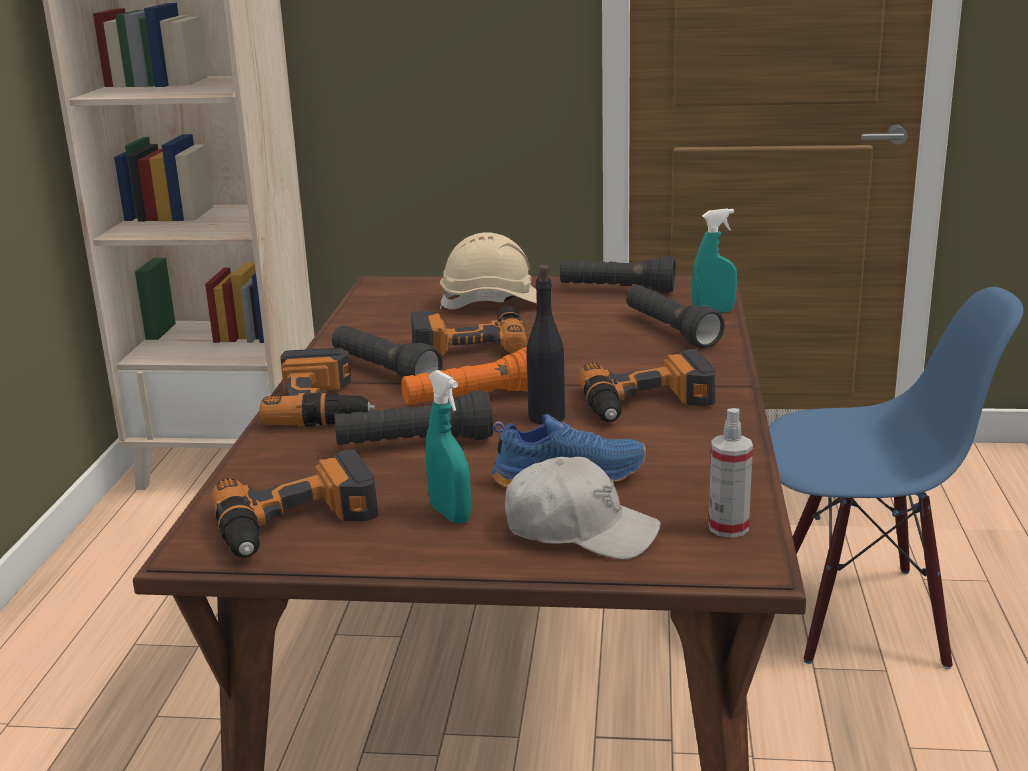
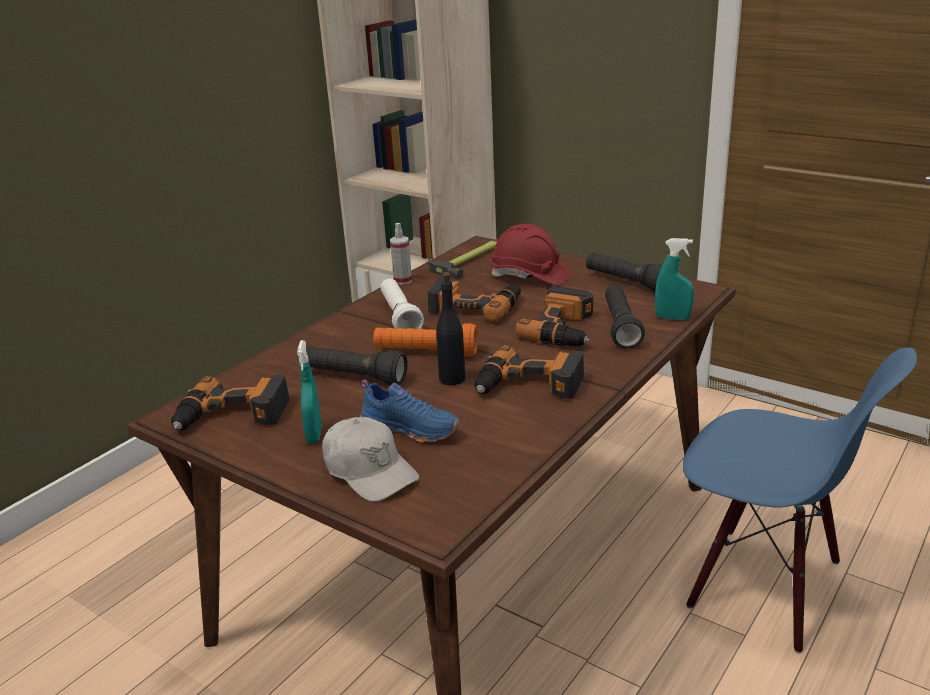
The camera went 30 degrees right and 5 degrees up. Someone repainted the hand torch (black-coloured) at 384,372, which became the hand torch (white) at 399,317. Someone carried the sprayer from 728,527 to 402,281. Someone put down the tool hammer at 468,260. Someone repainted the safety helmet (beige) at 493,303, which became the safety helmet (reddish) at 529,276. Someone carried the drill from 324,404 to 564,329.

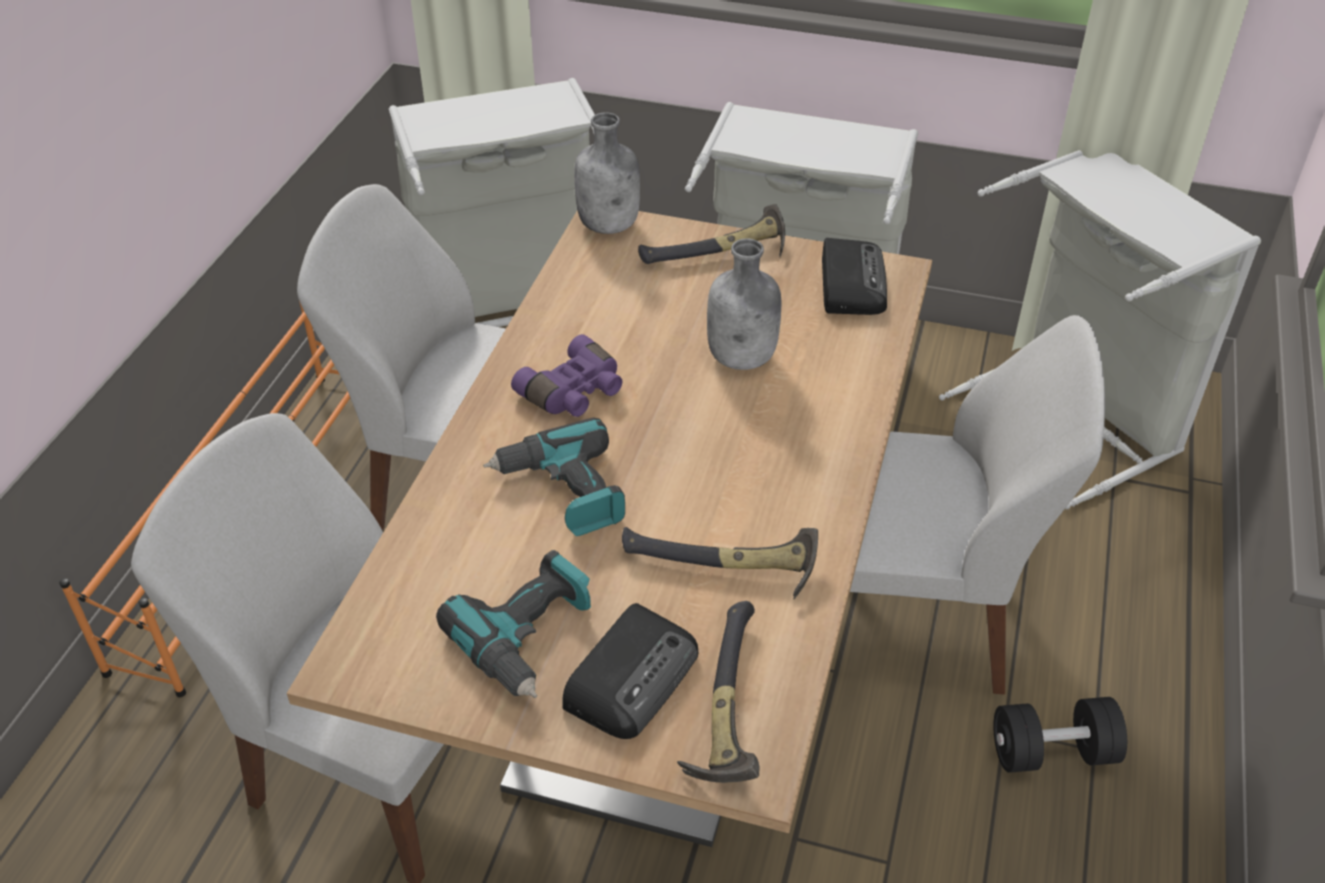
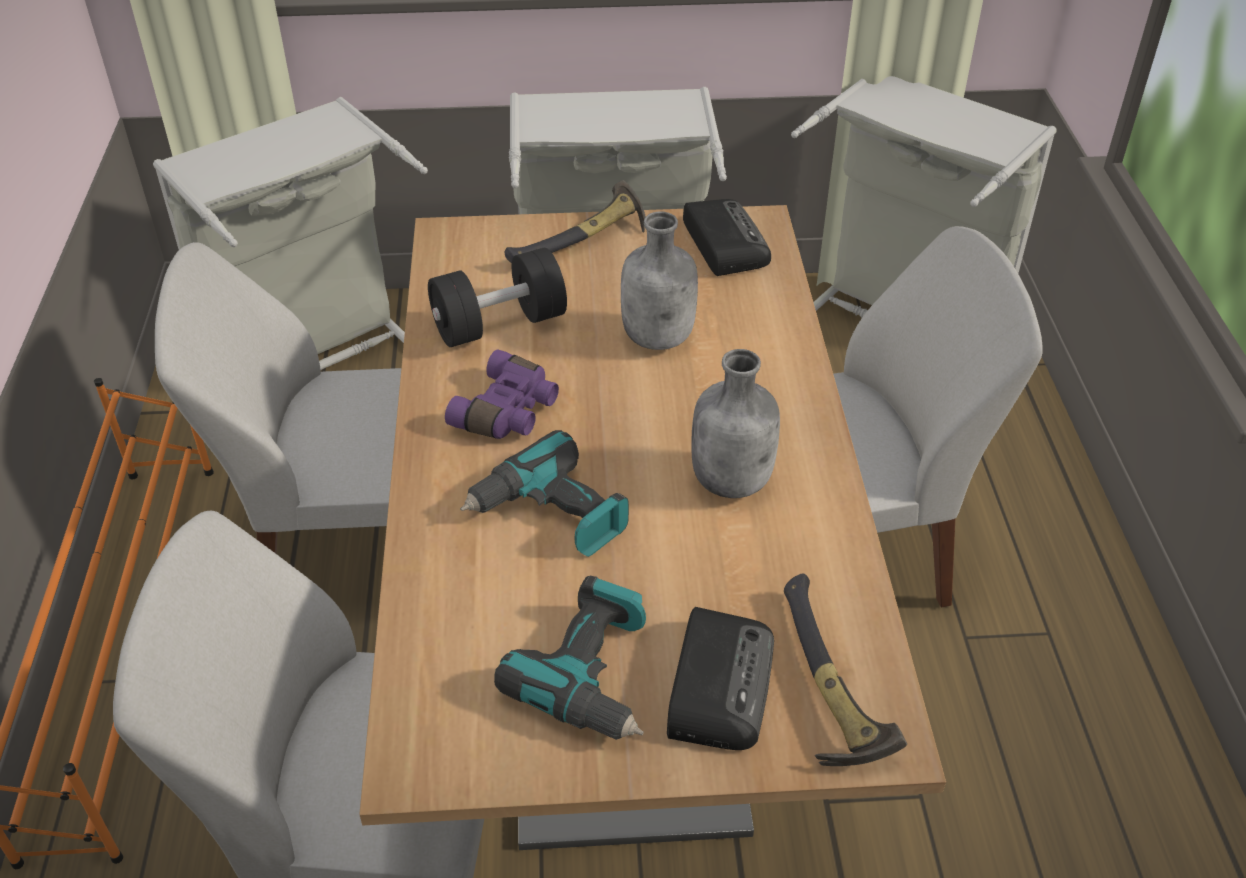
The camera went 20 degrees left and 0 degrees up. Someone carried the free weight (black-coloured) from 1052,752 to 499,324. Someone carried the bottle (gray) from 610,225 to 733,480. Someone took away the tool hammer at 724,570.

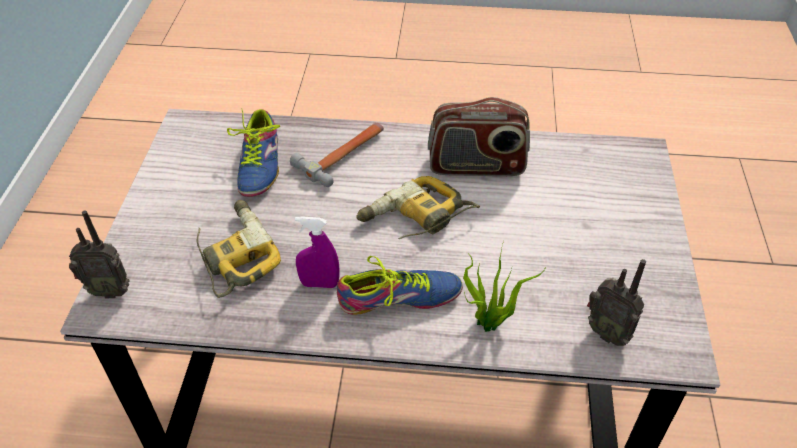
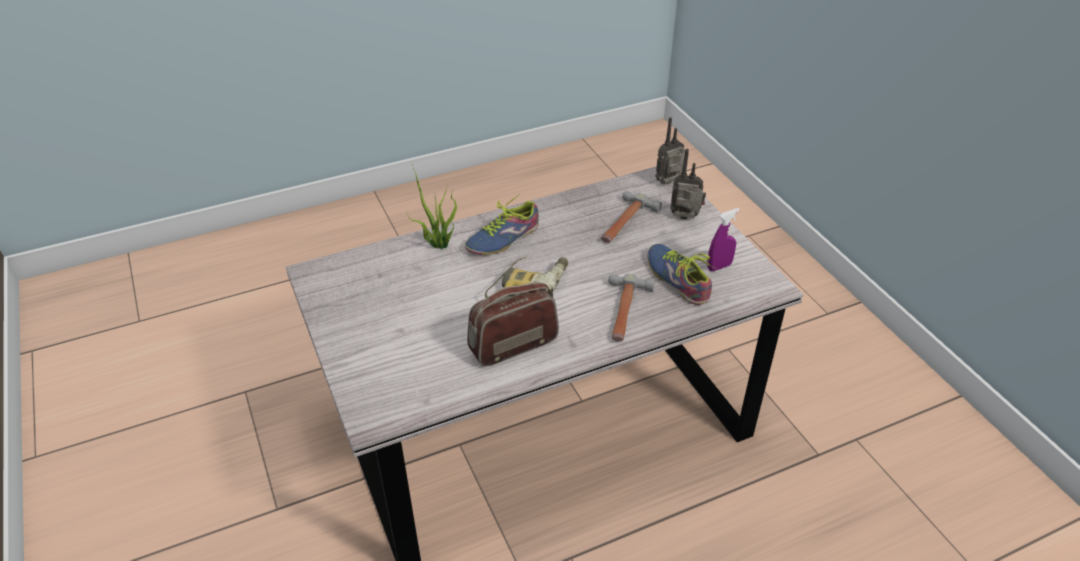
The camera went 150 degrees right and 5 degrees down. Someone swapped the drill at 235,254 for the tool hammer at 625,223. Someone carried the radio set from 607,332 to 685,219. Someone carried the sprayer (purple) from 319,284 to 719,266.

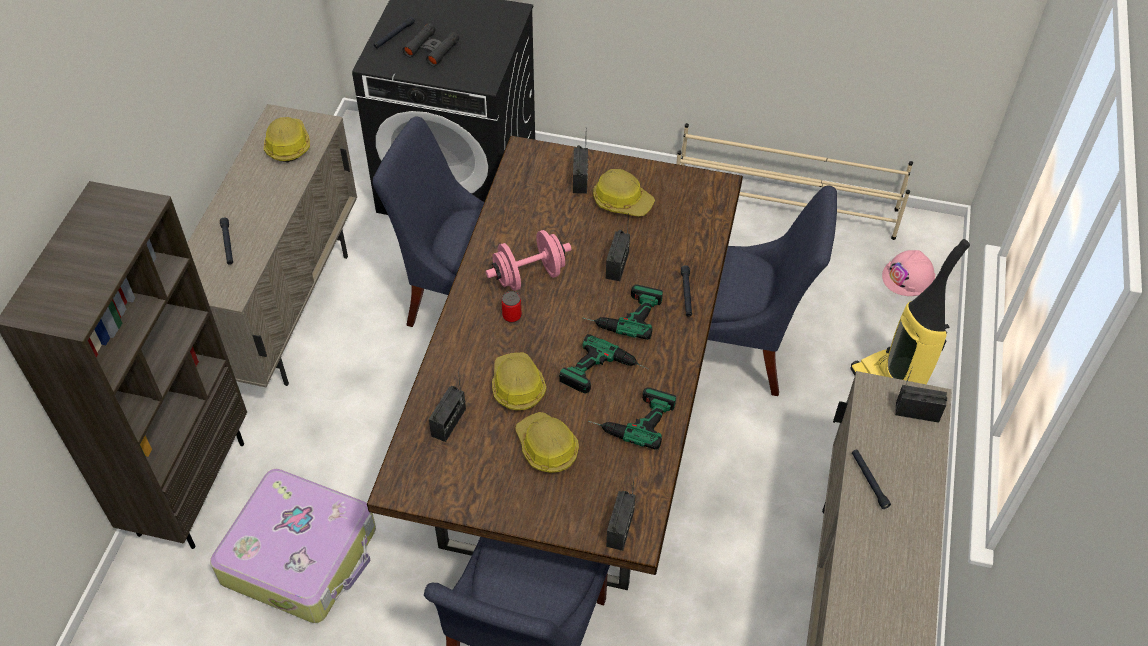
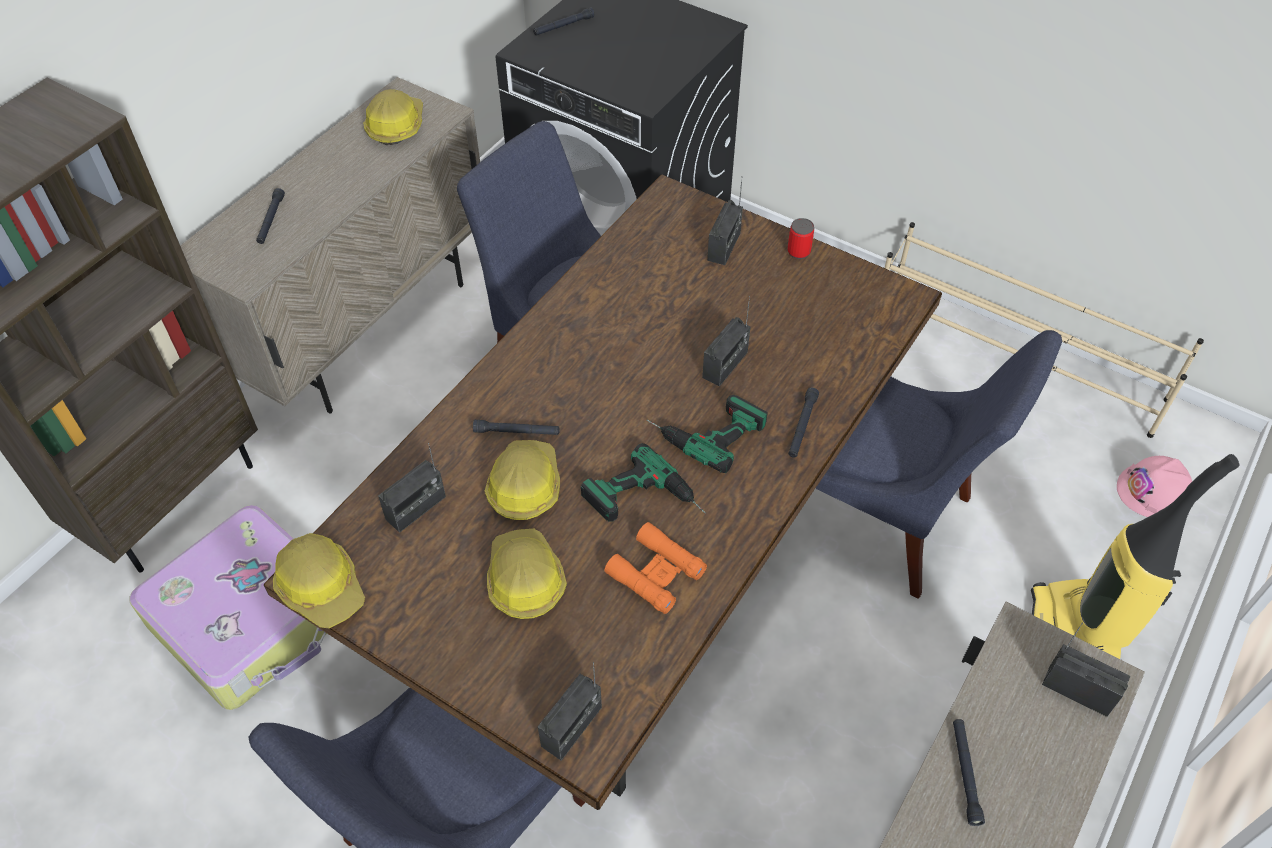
The camera went 20 degrees right and 0 degrees up. Someone carried the safety helmet from 622,201 to 322,587. Someone put down the hand torch (black-coloured) at 517,432. Someone swapped the drill at 631,417 for the field glasses (orange-coloured) at 656,573. Someone carried the can from 512,316 to 798,252. Someone took away the field glasses (black-coloured) at 431,49. Someone took away the free weight (pink-coloured) at 529,276.

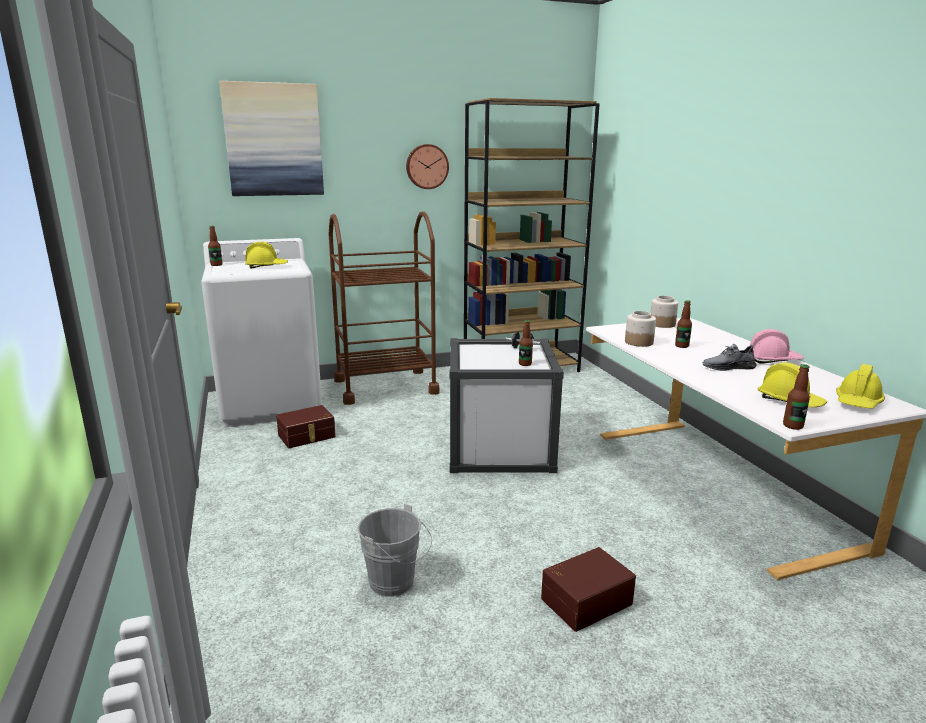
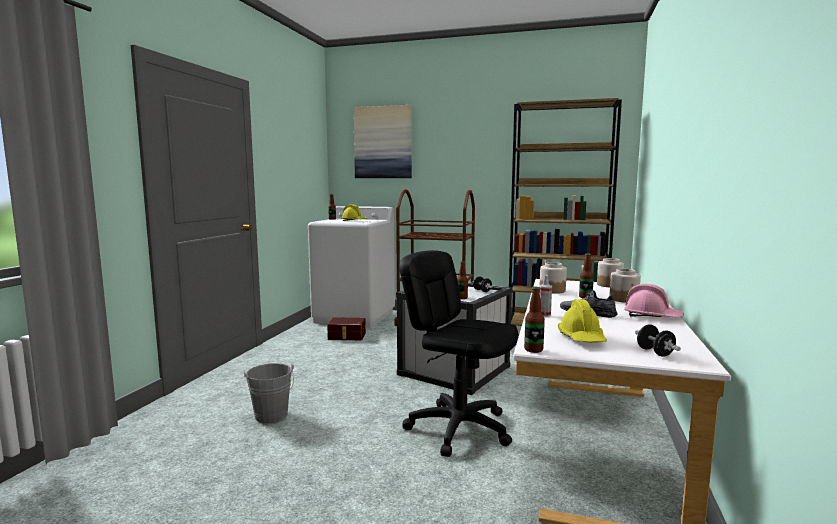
The camera went 35 degrees right and 10 degrees down. Someone put down the computer chair (black-coloured) at 459,428. Someone put down the sprayer at 544,314. Someone put down the preserve jar at 624,299. Someone swapped the safety helmet (yellow) at 858,402 for the free weight (black-coloured) at 655,352. Someone took away the hanging clock at 427,166. Someone took away the storage bin (brownish) at 585,600.

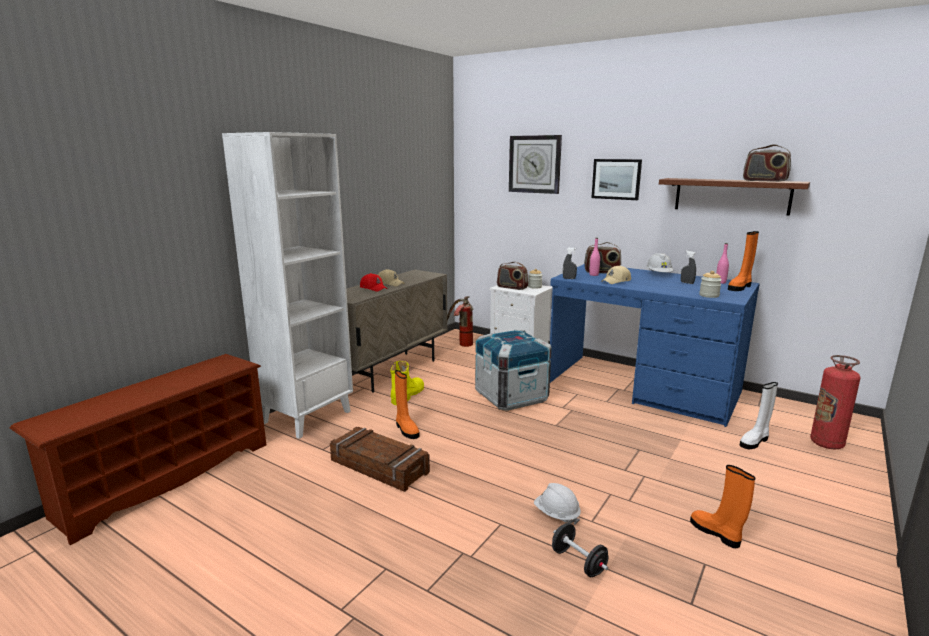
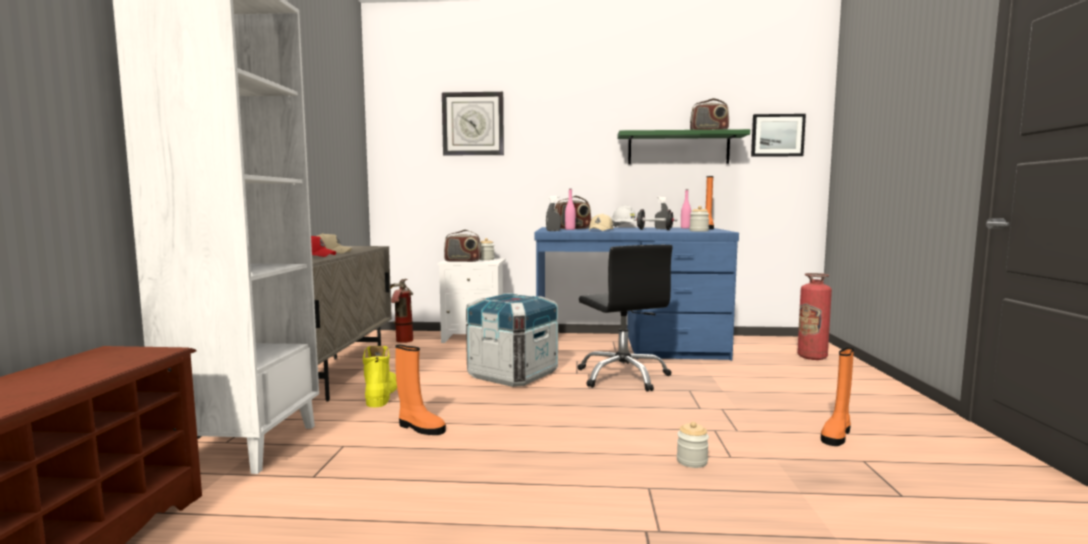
The camera went 30 degrees left and 10 degrees down. Someone put down the computer chair (black-coloured) at 623,376. Someone repainted the wall shelf (brownish) at 731,196, which became the wall shelf (green-coloured) at 678,148. Someone carried the free weight (black-coloured) from 578,562 to 654,230. Someone swapped the safety helmet (white) at 556,514 for the preserve jar at 692,461. Someone carried the picture from 616,179 to 777,135. Someone rotated the high-top boot (orange-coloured) at 716,533 by 75 degrees counterclockwise. Someone took away the crate at 380,466. Someone took away the high-top boot (white) at 754,441.

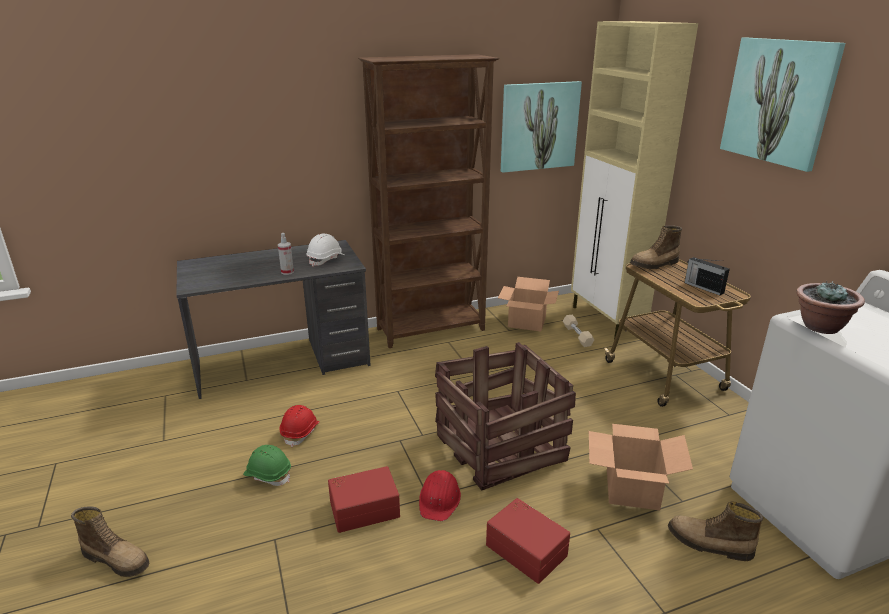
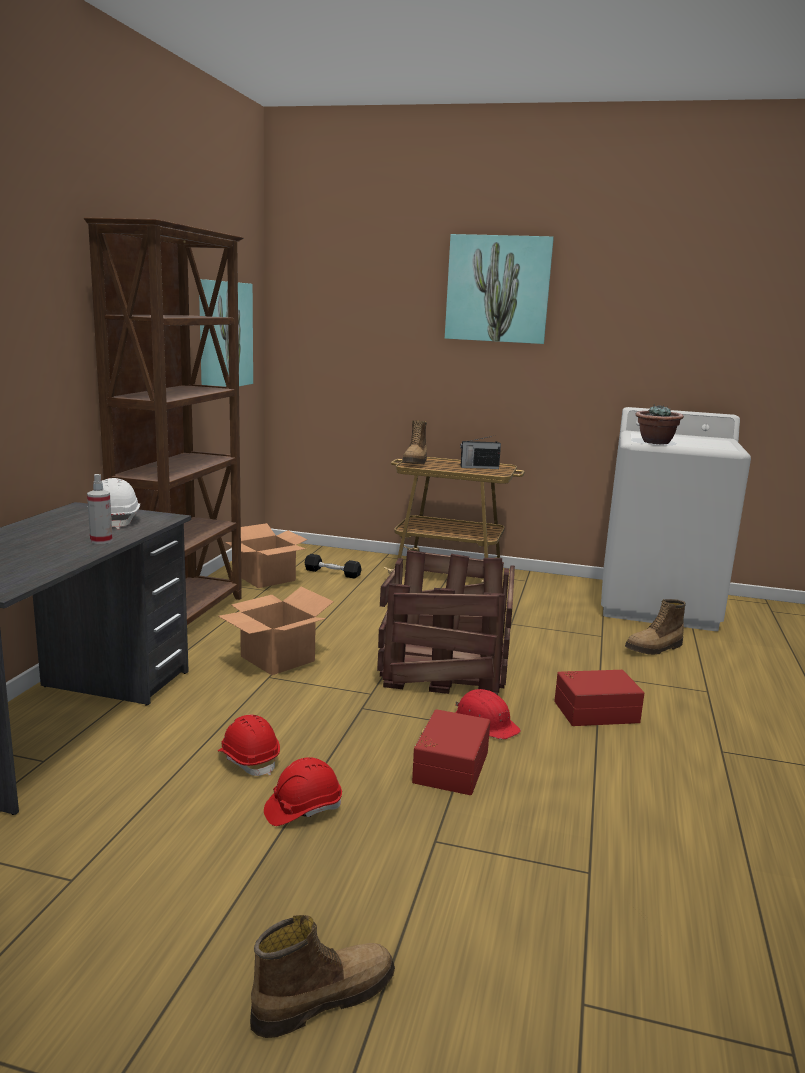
The camera went 55 degrees left and 10 degrees down. Someone carried the packing box from 632,489 to 278,659. Someone repainted the safety helmet (green-coloured) at 268,474, which became the safety helmet (reddish) at 303,809. Someone repainted the free weight (beige) at 577,336, which became the free weight (black-coloured) at 332,573. Someone took away the cabinet (beige) at 607,320.

